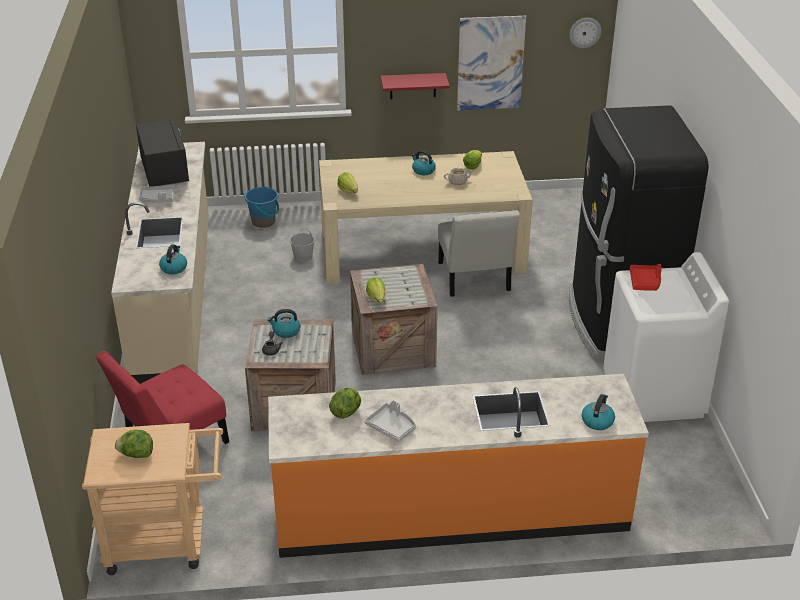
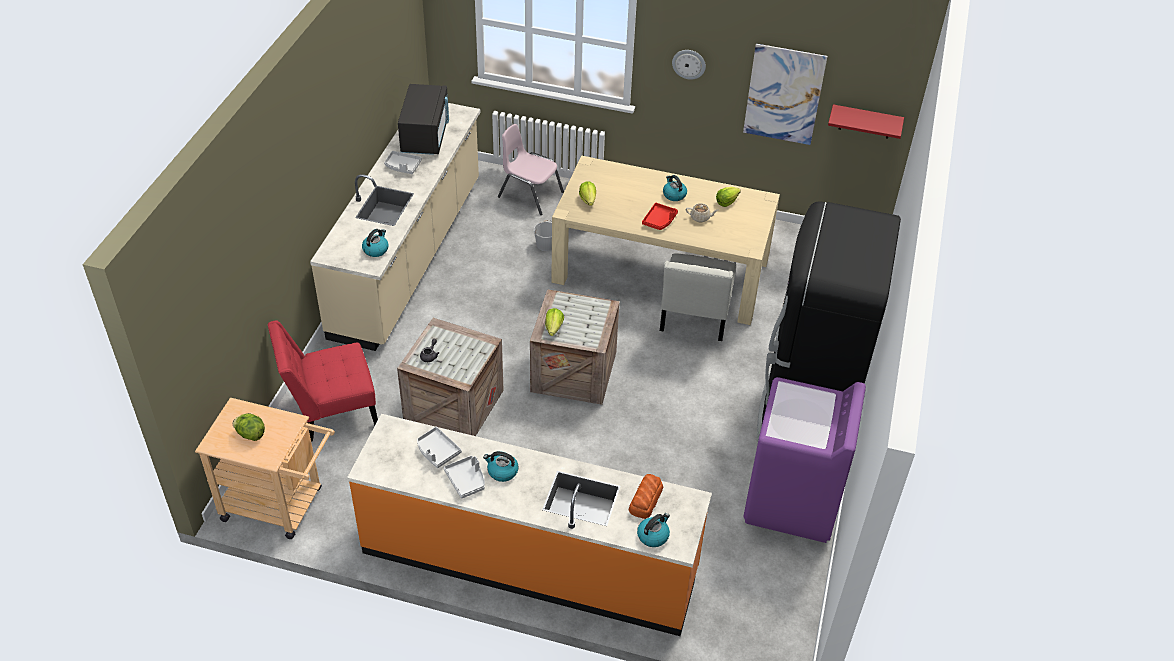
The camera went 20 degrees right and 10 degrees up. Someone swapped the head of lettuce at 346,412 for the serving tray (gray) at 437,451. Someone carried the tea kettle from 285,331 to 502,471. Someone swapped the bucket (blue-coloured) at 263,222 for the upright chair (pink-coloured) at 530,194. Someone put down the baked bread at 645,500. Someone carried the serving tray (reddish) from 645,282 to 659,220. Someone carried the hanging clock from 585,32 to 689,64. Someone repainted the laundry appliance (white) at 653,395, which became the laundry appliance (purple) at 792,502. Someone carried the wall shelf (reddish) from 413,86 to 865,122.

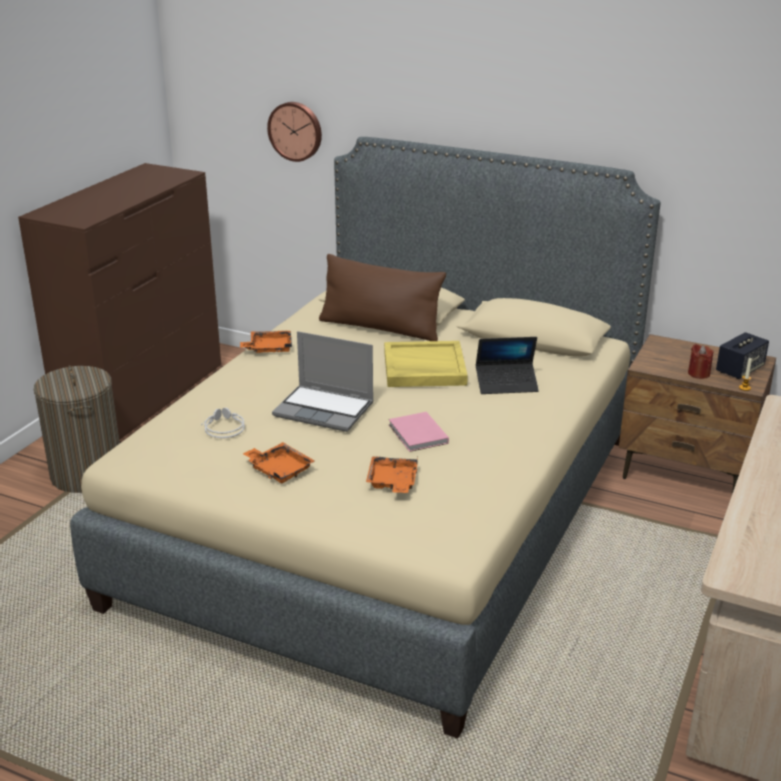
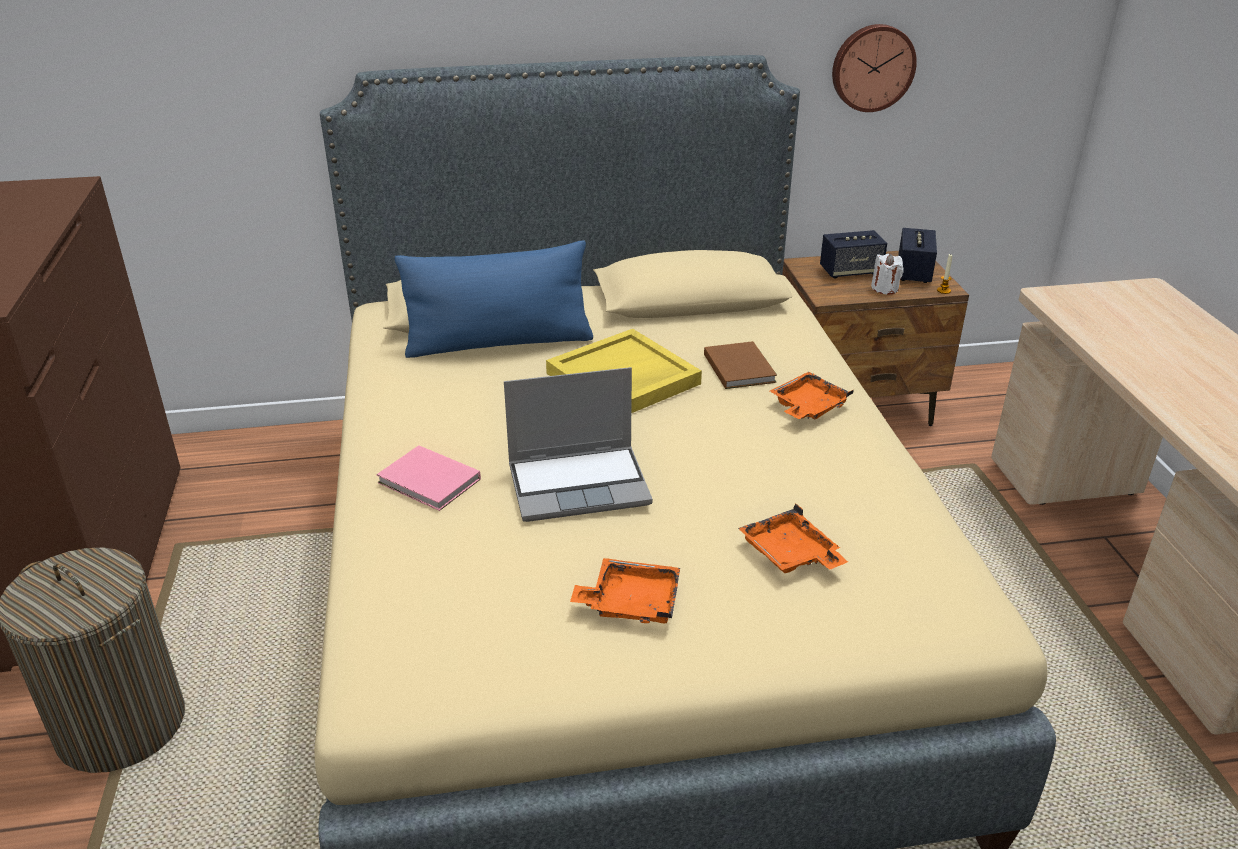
The camera went 35 degrees left and 5 degrees up. Someone carried the volume (pink-coloured) from 417,435 to 430,482. Someone repainted the throw pillow (brownish) at 380,328, which became the throw pillow (blue-coloured) at 499,343. Someone swapped the portable computer at 506,384 for the volume (brownish) at 739,367. Someone carried the serving tray (orange-coloured) from 269,348 to 807,407. Someone put down the loudspeaker at 850,271. Someone carried the hanging clock from 296,131 to 872,67. Someone repainted the candle (reddish) at 698,373, which became the candle (white) at 885,288. Someone took away the pair of headphones (gray) at 223,428.

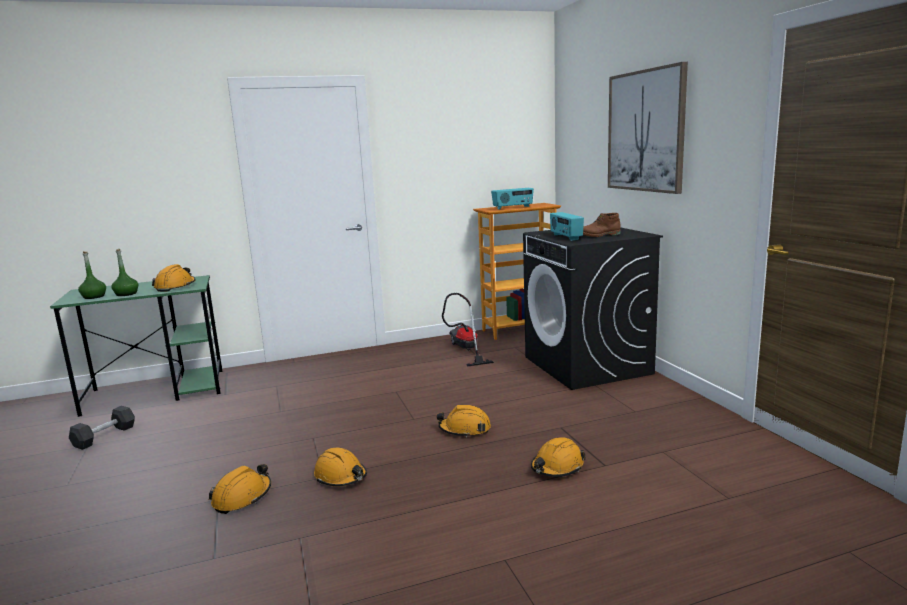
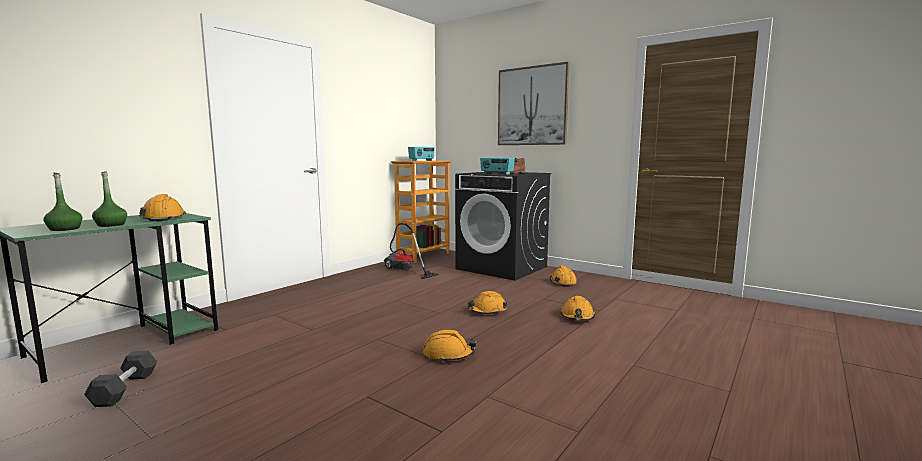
The camera went 35 degrees left and 5 degrees down. Someone carried the safety helmet (orange-coloured) from 242,497 to 563,282.

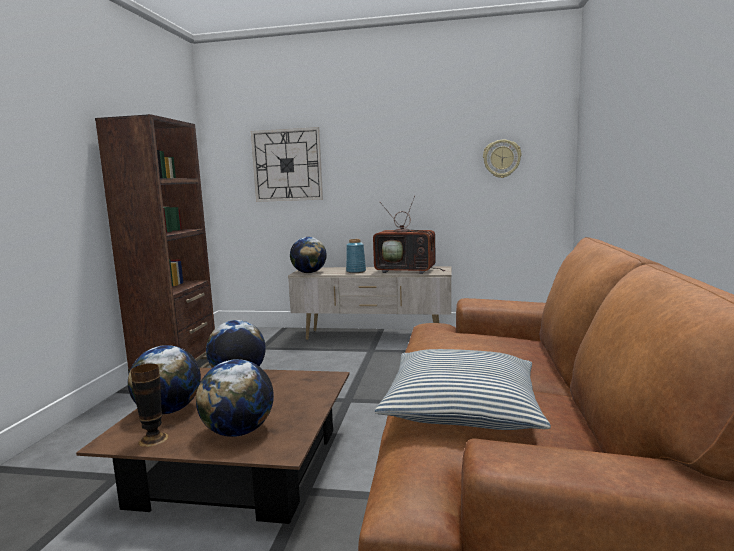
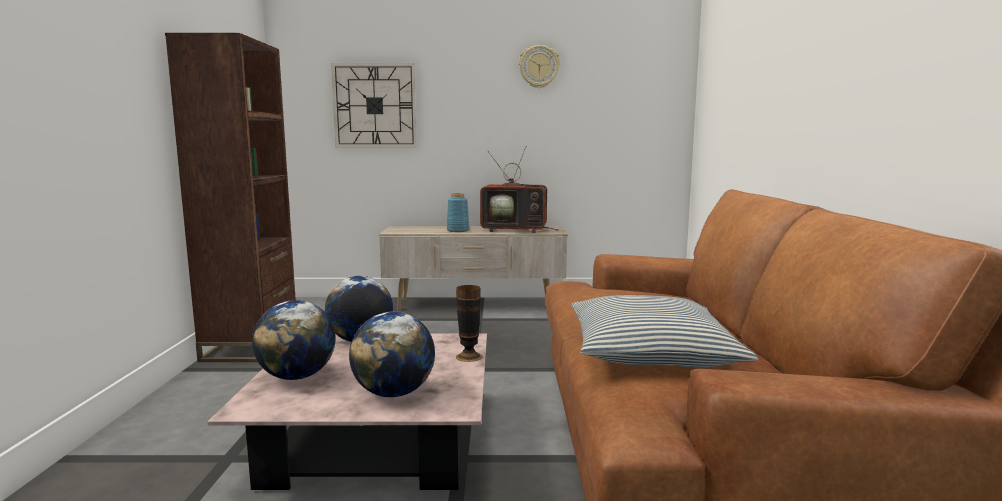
The camera went 10 degrees left and 0 degrees up. Someone repainted the coffee table (brownish) at 240,467, which became the coffee table (pink-coloured) at 377,440. Someone carried the decorative vase from 153,439 to 469,356. Someone carried the hanging clock from 501,159 to 539,67. Someone took away the globe at 309,272.

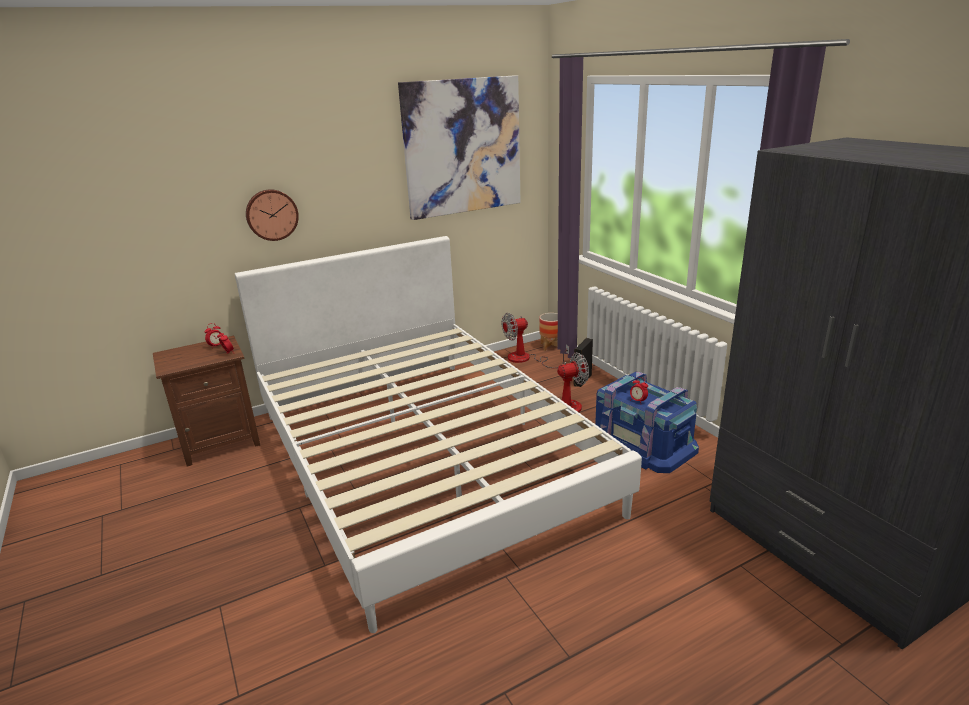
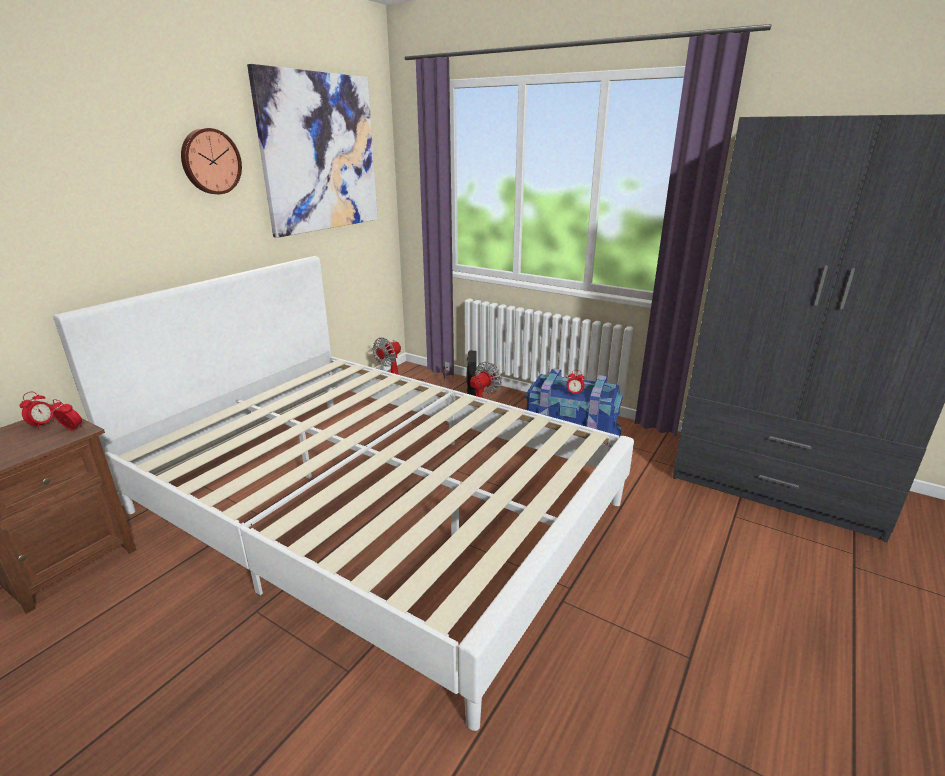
The camera went 30 degrees left and 0 degrees up. Someone carried the hanging clock from 271,214 to 210,161. Someone took away the planter at 551,346.

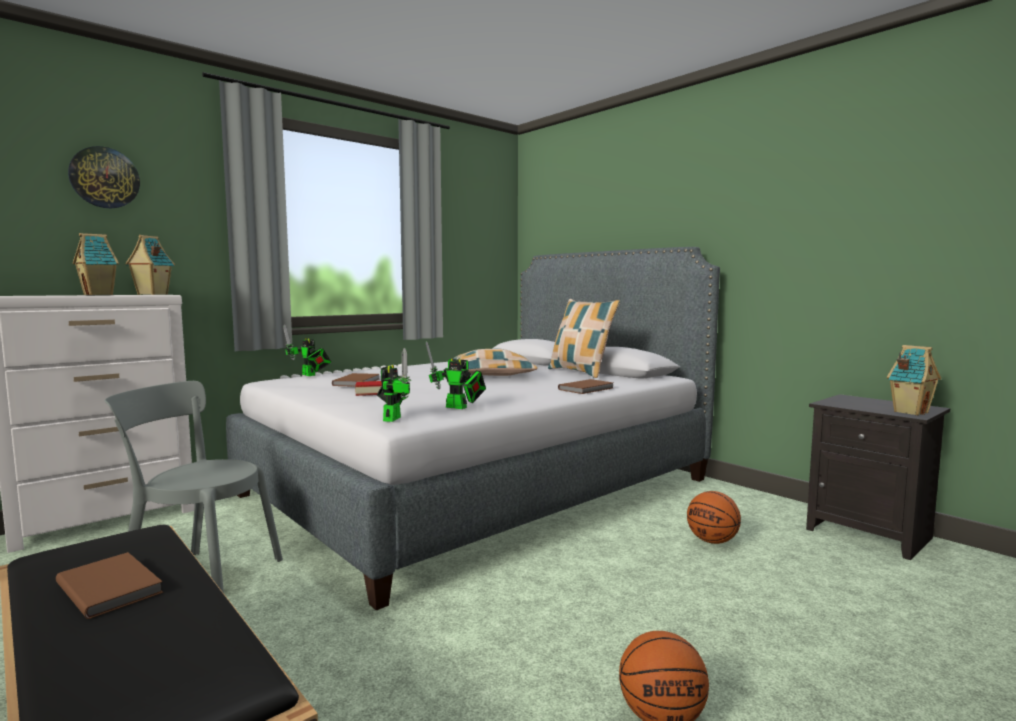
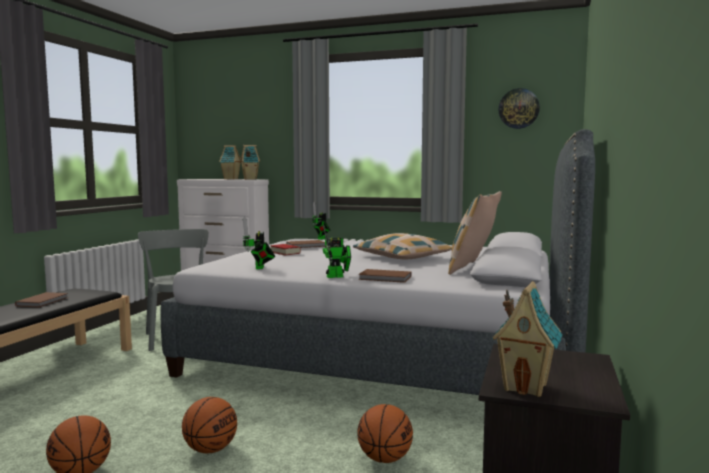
The camera went 60 degrees right and 0 degrees up. Someone put down the ball for basketball at 210,450. Someone carried the toy robot from 393,418 to 337,276. Someone carried the hanging clock from 104,178 to 518,108.

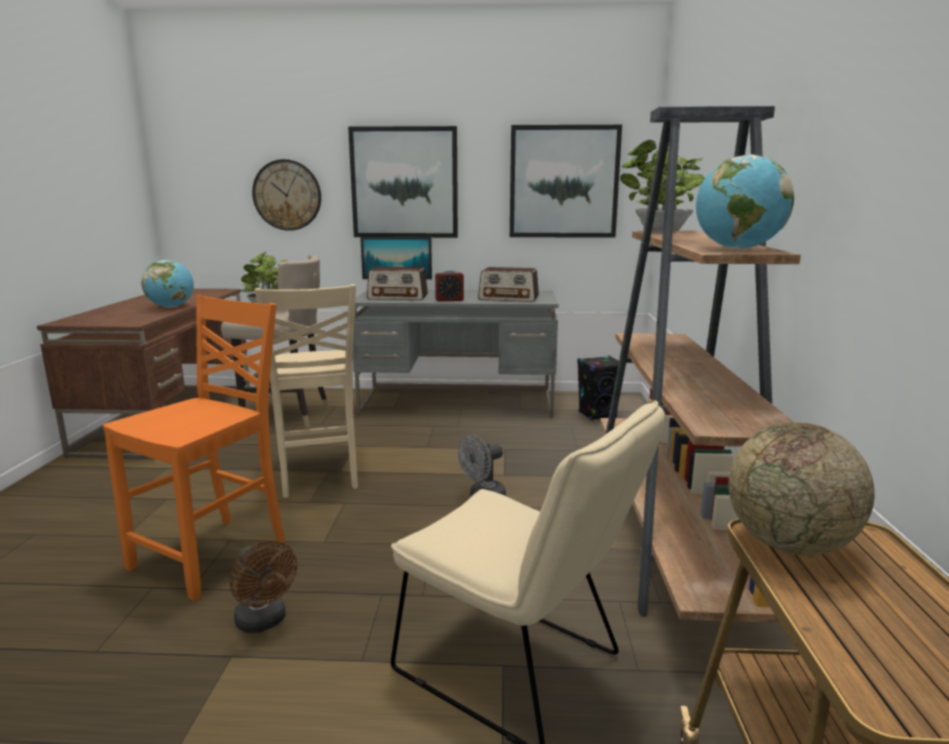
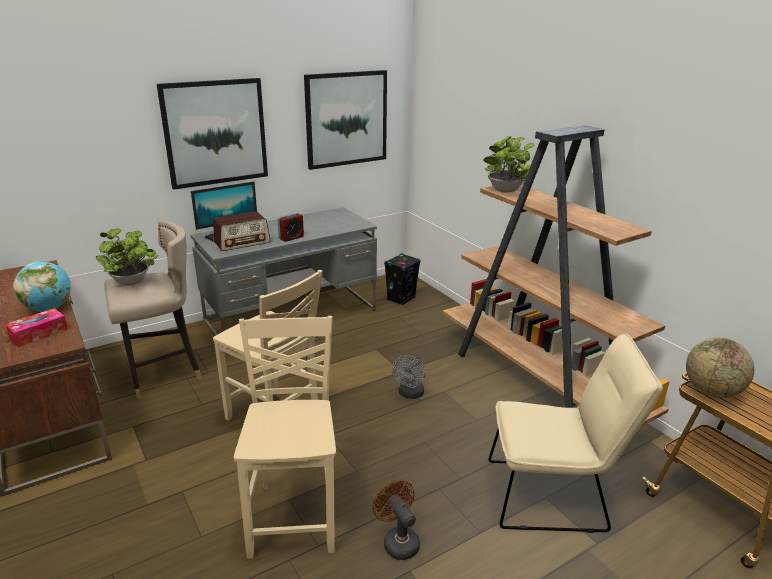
The camera went 35 degrees left and 10 degrees up. Someone put down the tissue box at 39,333. Someone repainted the upright chair (orange-coloured) at 214,555, which became the upright chair (beige) at 295,516. Someone rotated the fan (brownish) at 264,622 by 135 degrees counterclockwise. Someone took away the hanging clock at 287,195. Someone took away the radio set at 509,298. Someone took away the globe at 737,249.

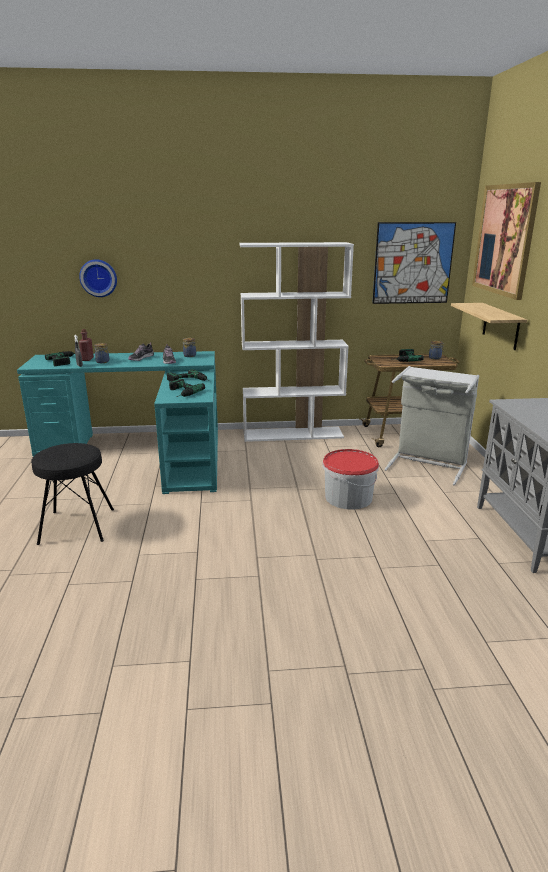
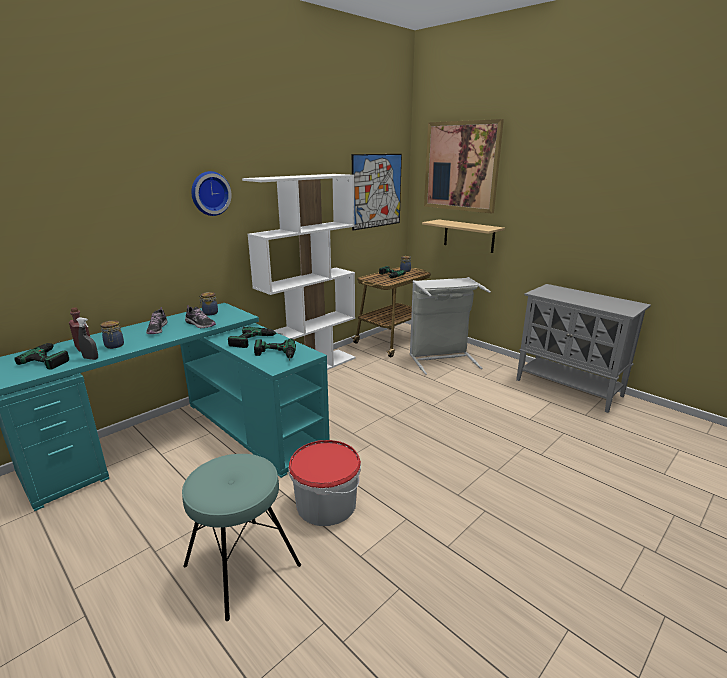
The camera went 40 degrees left and 0 degrees up. Someone repainted the stool seat (black-coloured) at 77,526, which became the stool seat (turquoise-coloured) at 242,565. Someone carried the hanging clock from 99,278 to 210,193. Someone carried the bucket from 348,497 to 326,504.

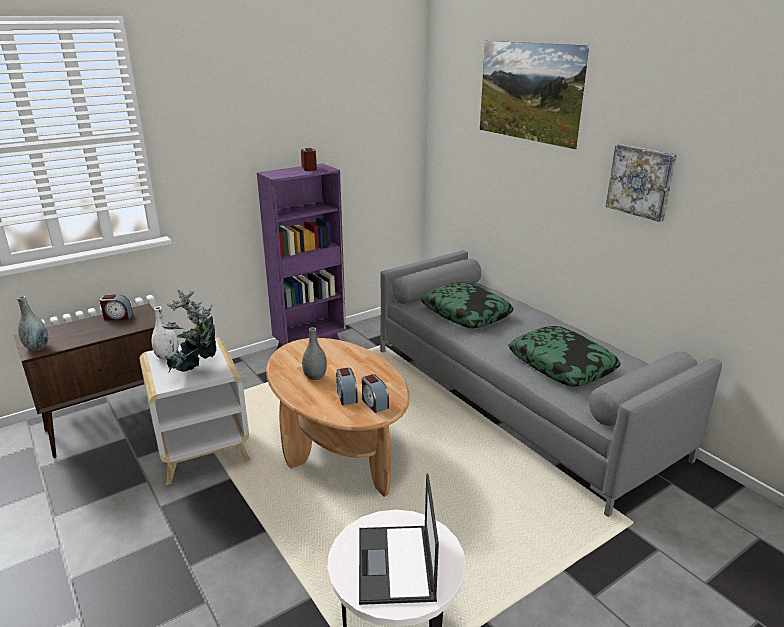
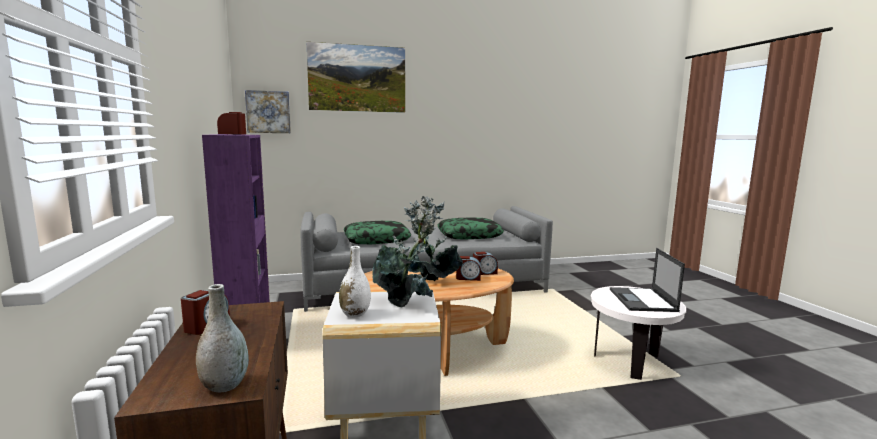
The camera went 70 degrees left and 15 degrees down. Someone carried the picture from 641,181 to 268,112. Someone swapped the decorative vase (gray) at 315,377 for the potted plant at 428,283. Someone rotated the portable computer at 396,565 by 75 degrees clockwise.

